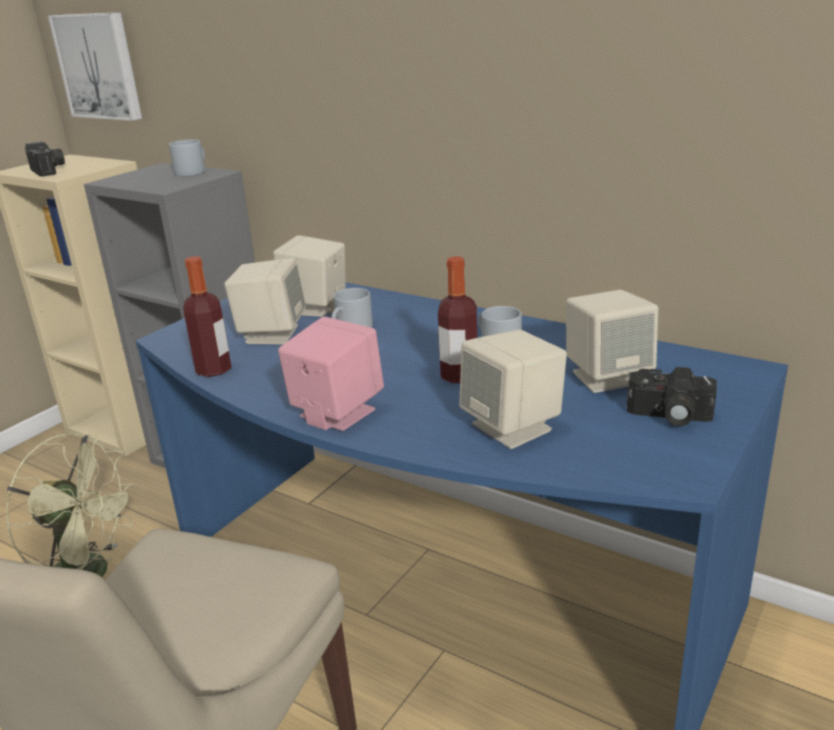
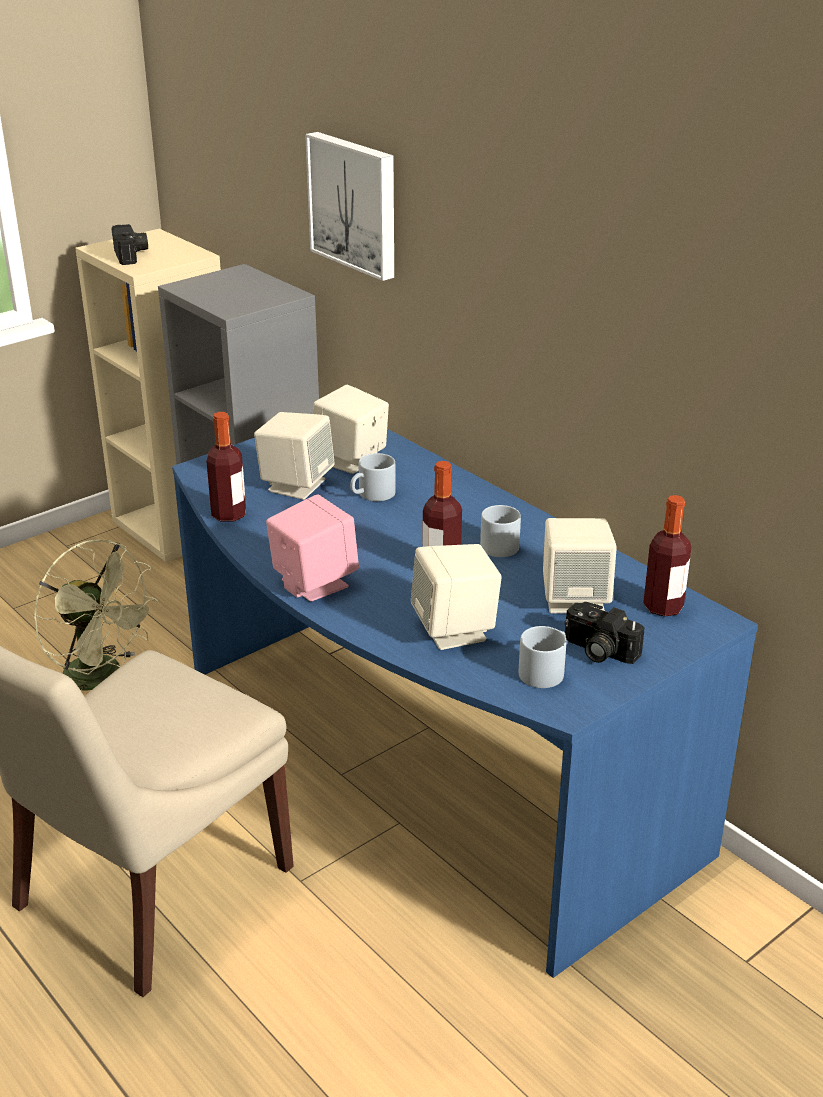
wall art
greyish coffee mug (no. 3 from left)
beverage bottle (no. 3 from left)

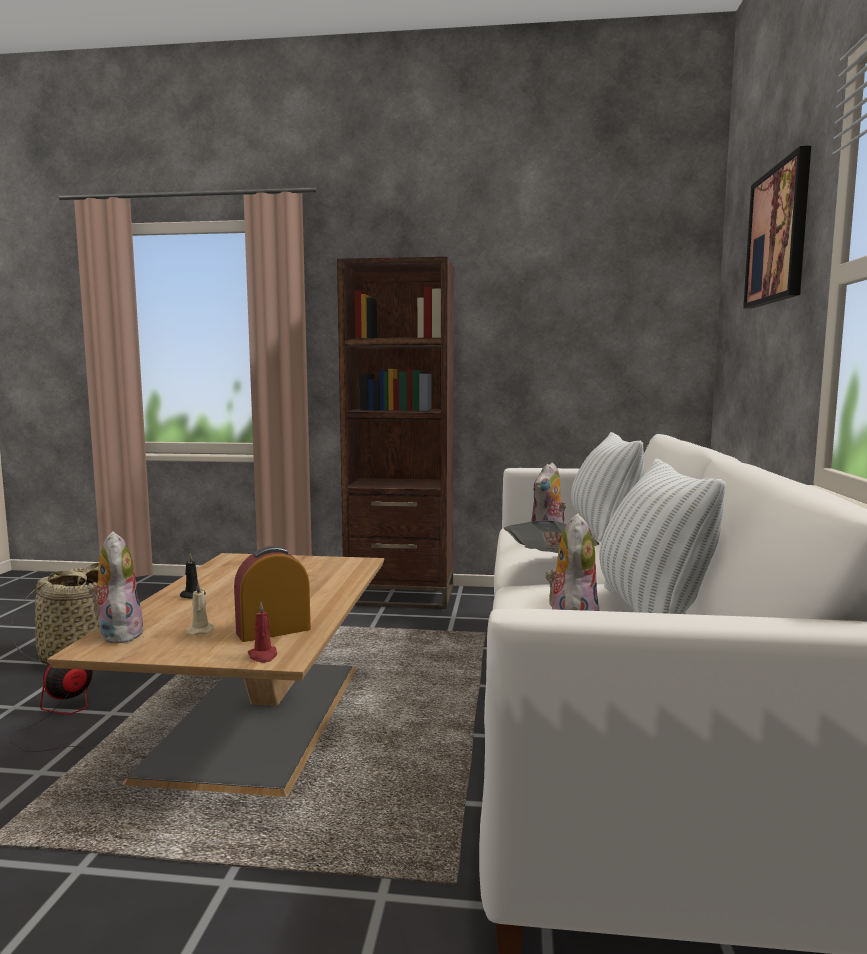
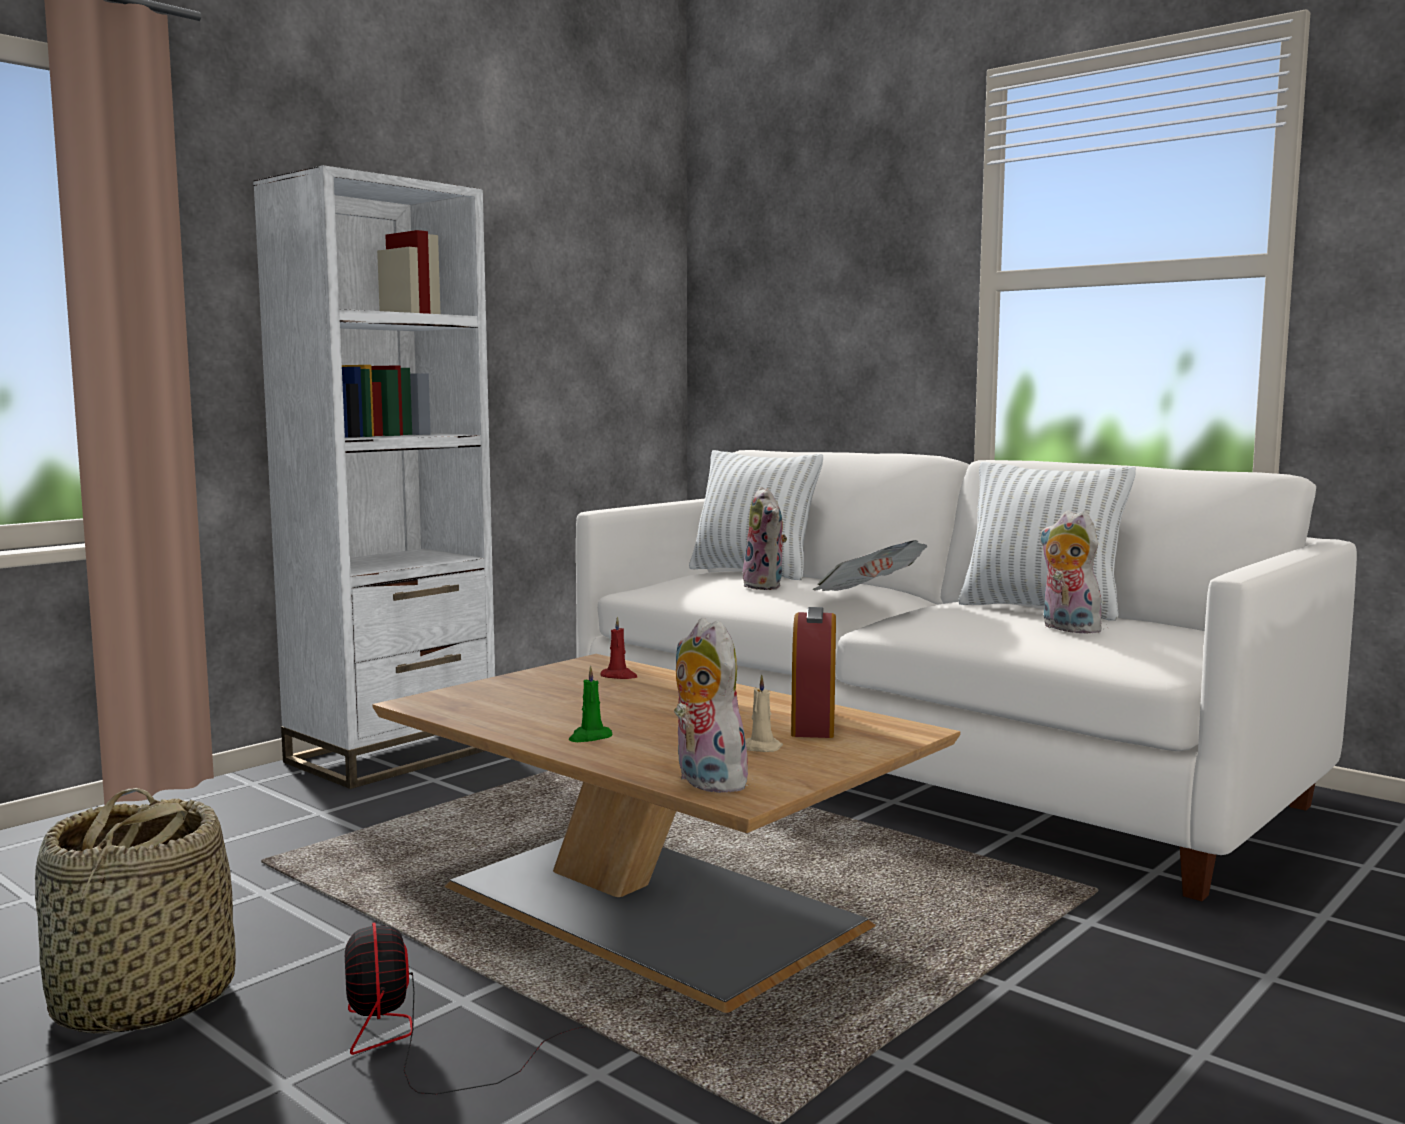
wall art
whitish shelving unit
soft toy (no. 1 from left)
greenish wax light
reddish wax light

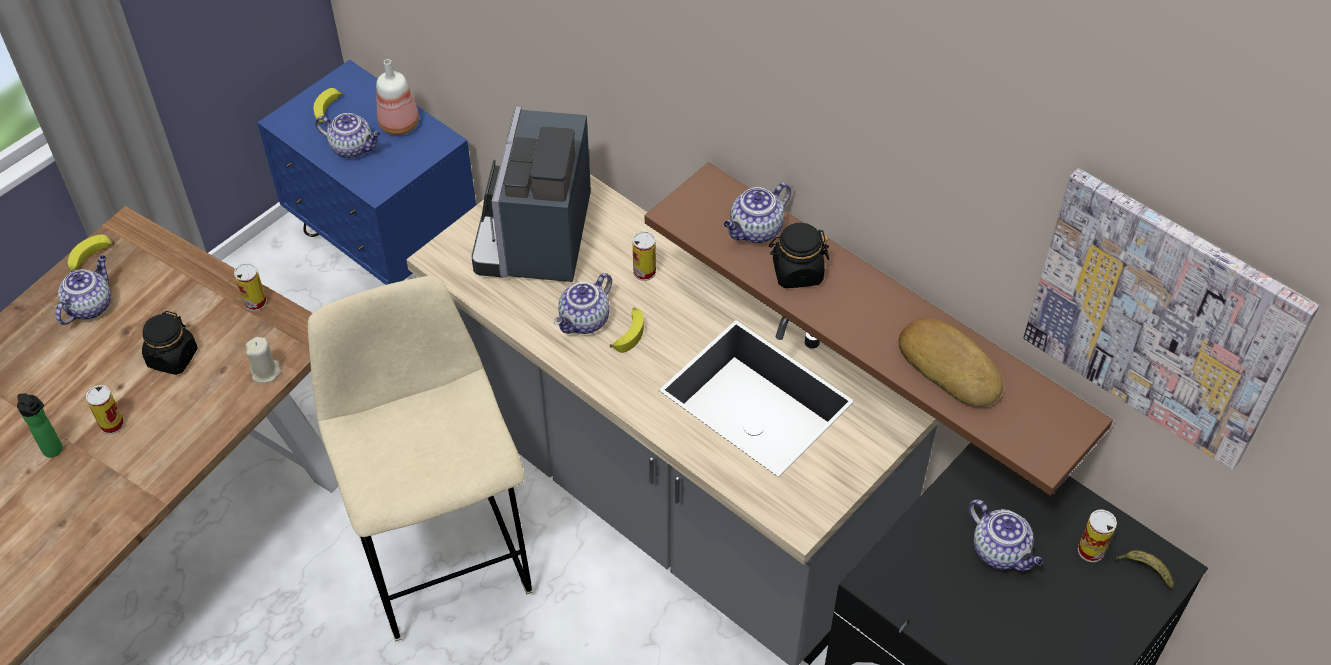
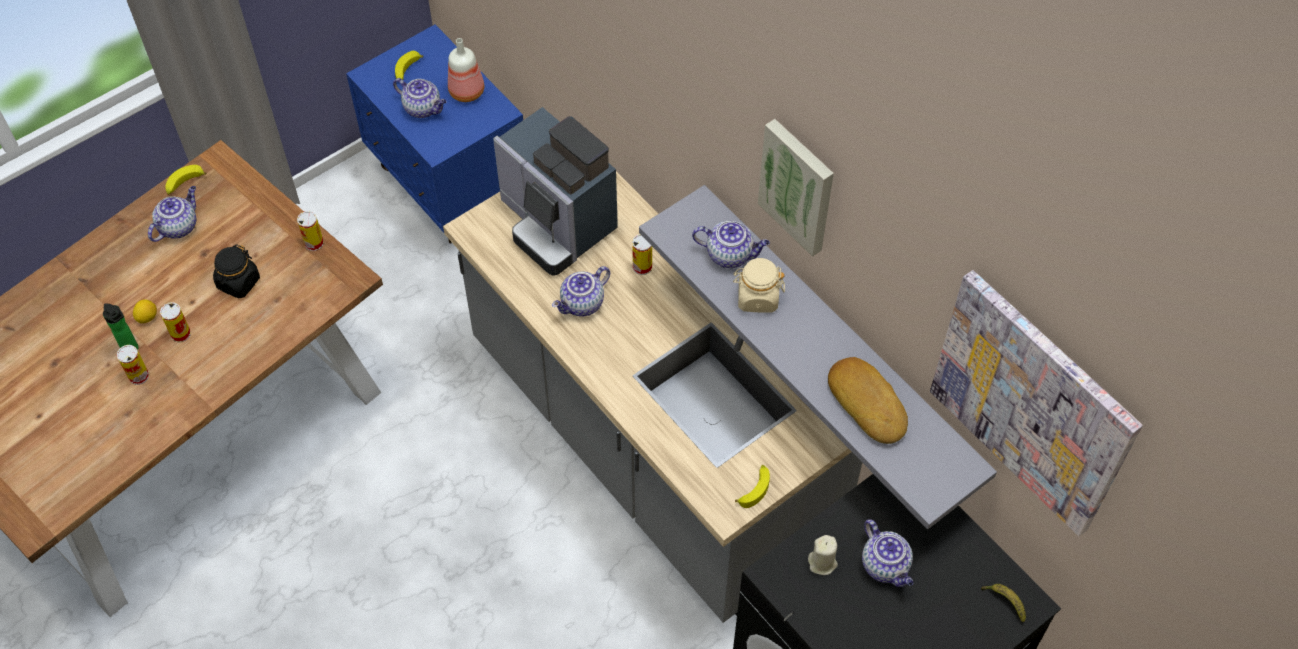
coffee machine
greyish bracket shelf
tea pot (no. 4 from left)
beige-coloured storage jar
beige-coloured sitting stool
banana (no. 3 from left)
beige-coloured wax light
can (no. 1 from left)
wall art (no. 1 from left)
citrus fruit

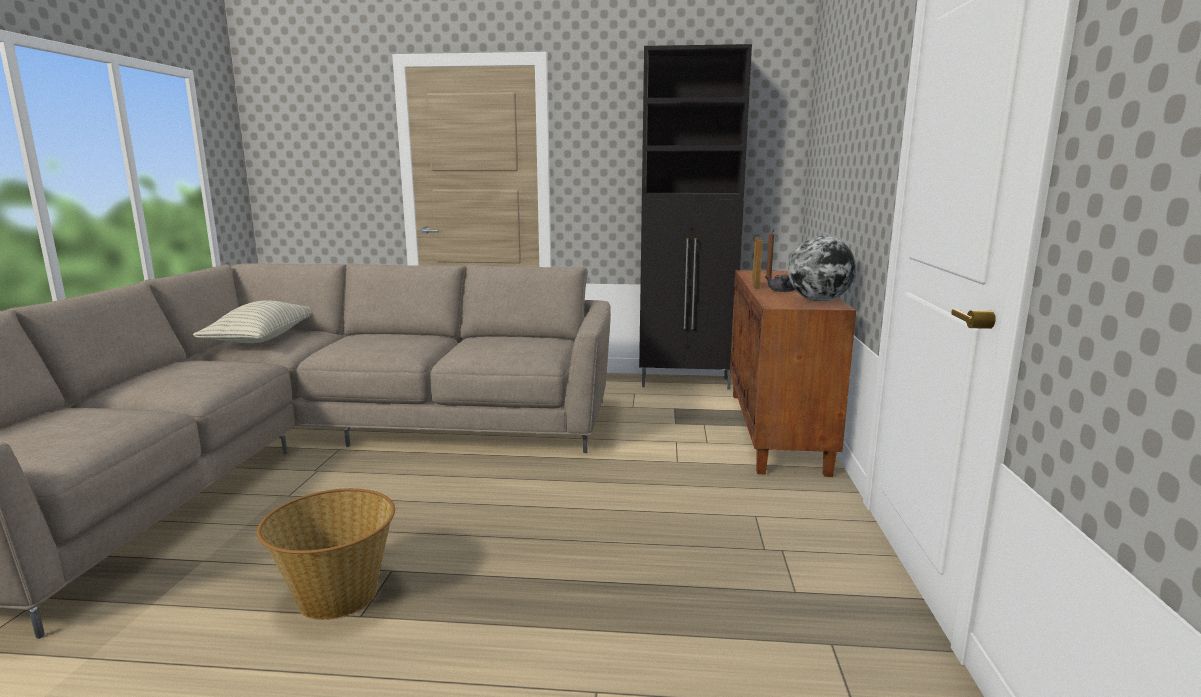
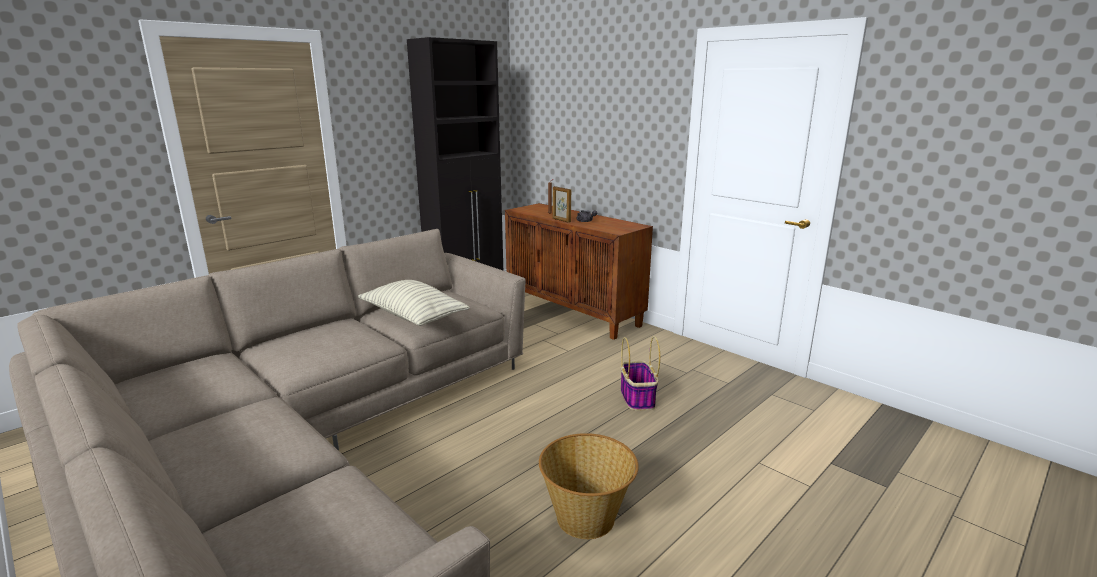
globe
throw pillow
household basket (no. 2 from left)

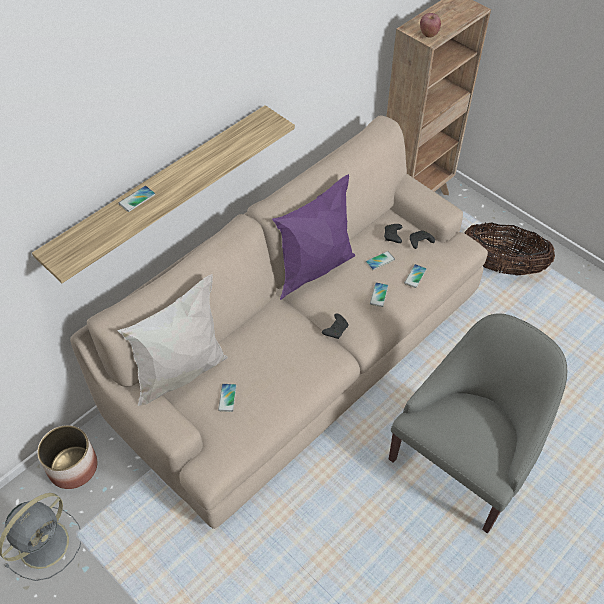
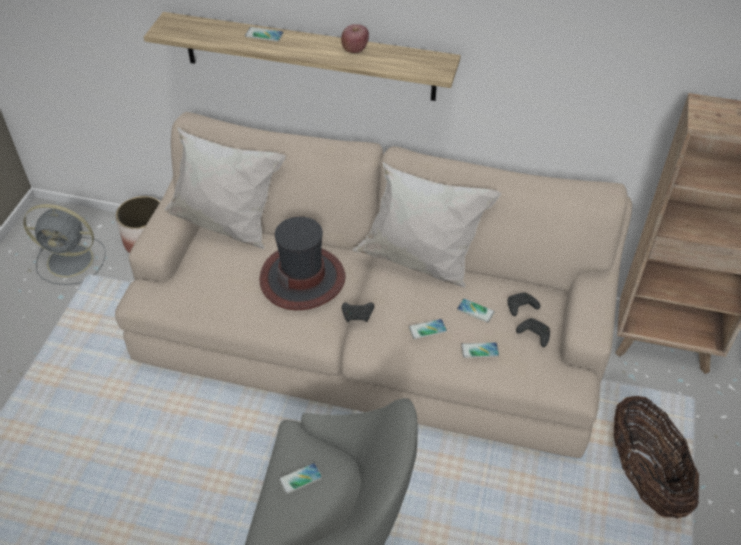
whole apple
whitish throw pillow (no. 2 from left)
telephone (no. 2 from left)
clothing hat

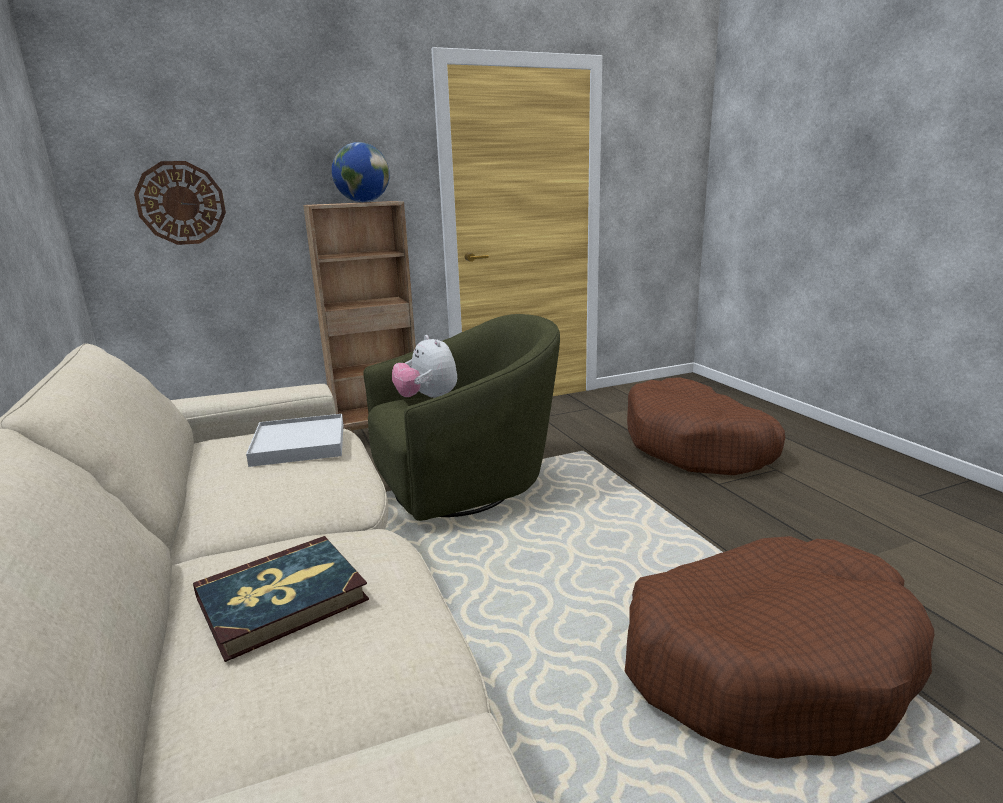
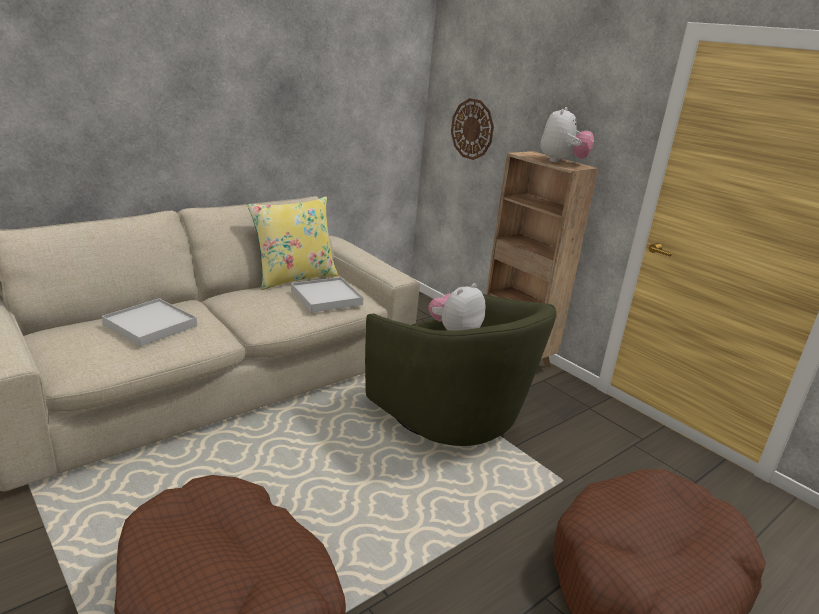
soft toy (no. 2 from left)
whitish carrying tray (no. 1 from left)
yellow throw pillow

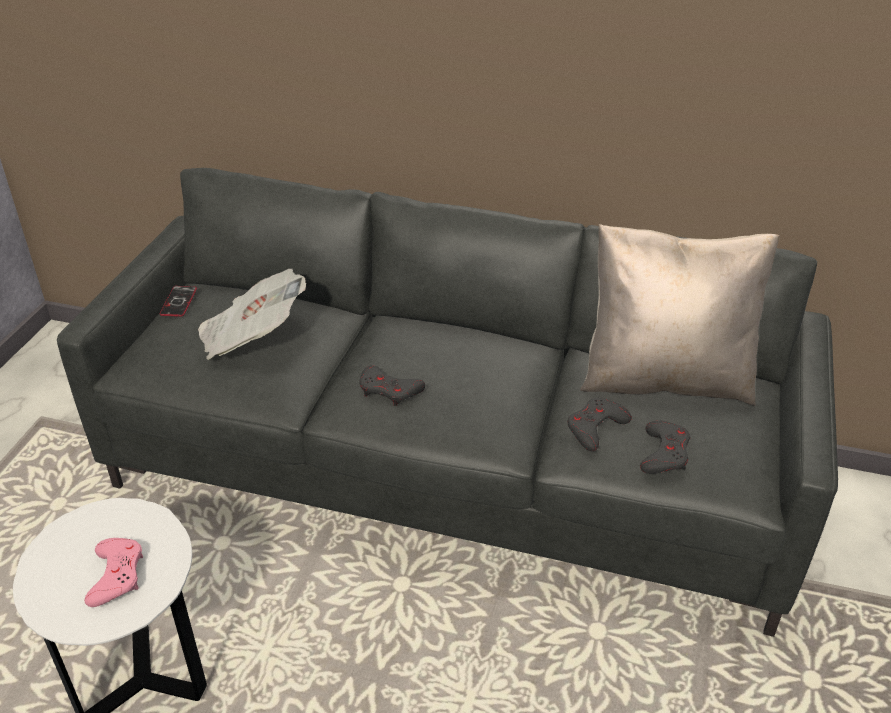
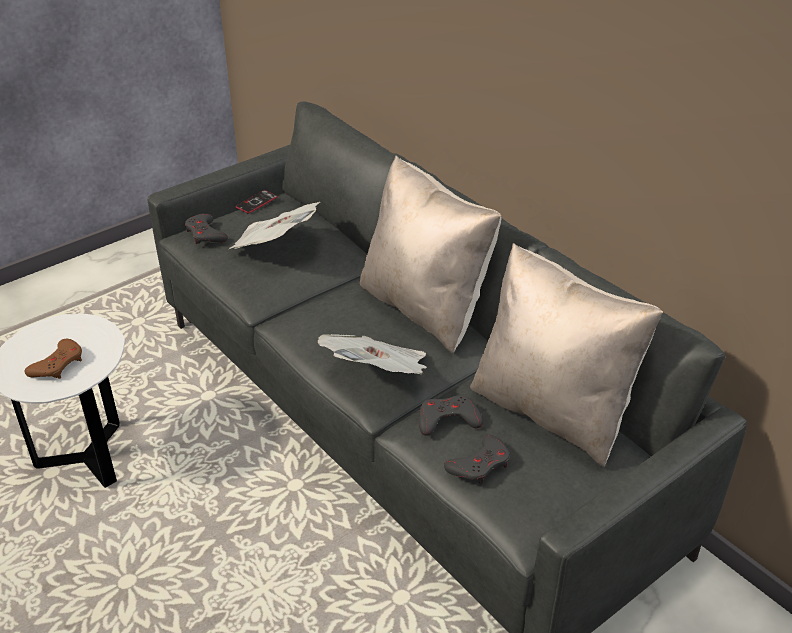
greyish game controller (no. 1 from left)
brown game controller
beige-coloured throw pillow (no. 1 from left)
daily paper (no. 2 from left)

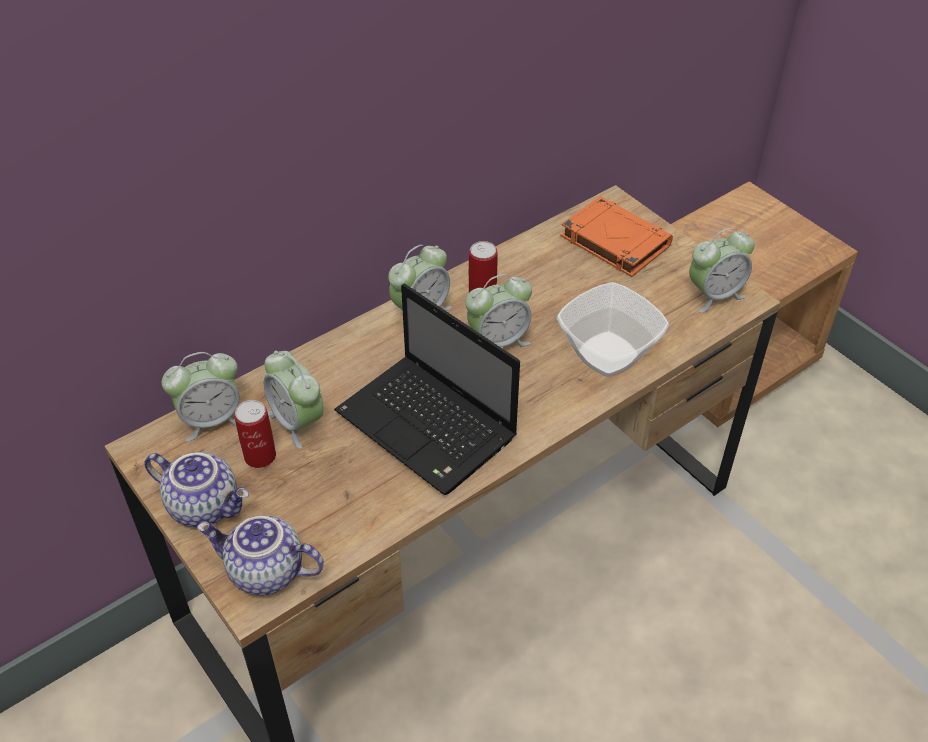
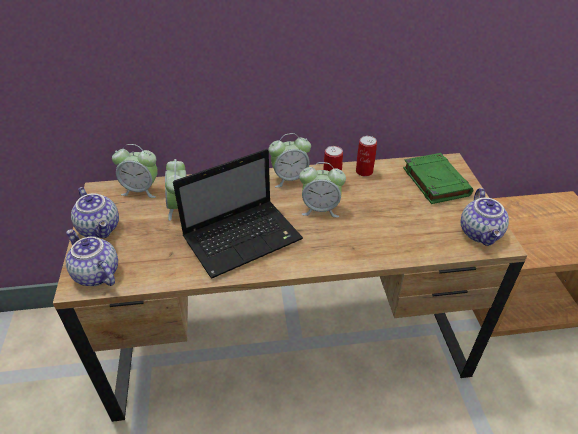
greenish volume
tea pot (no. 3 from left)
bowl
portable computer
can (no. 2 from left)

